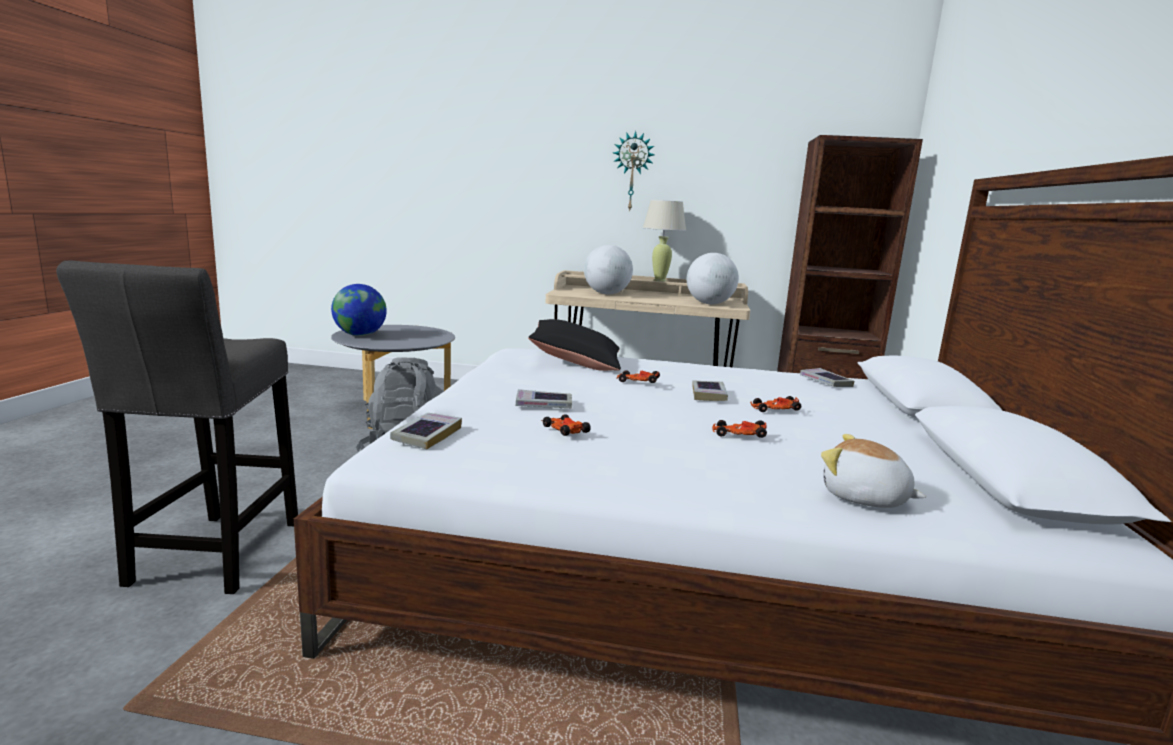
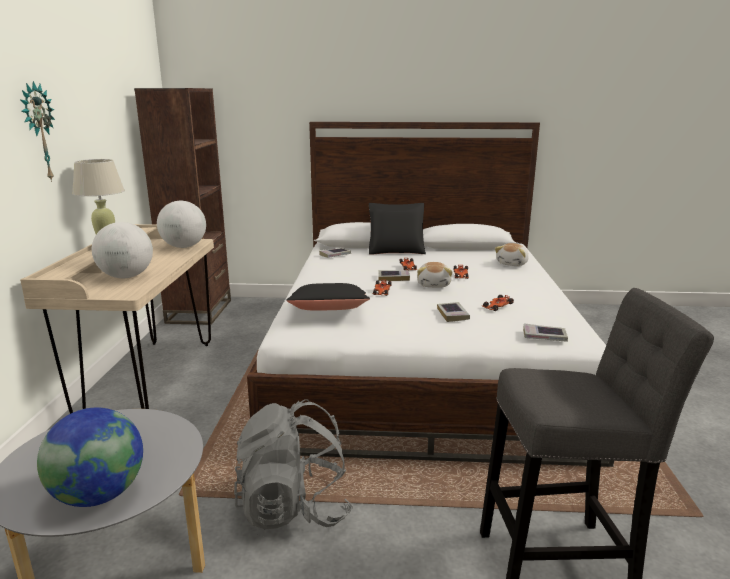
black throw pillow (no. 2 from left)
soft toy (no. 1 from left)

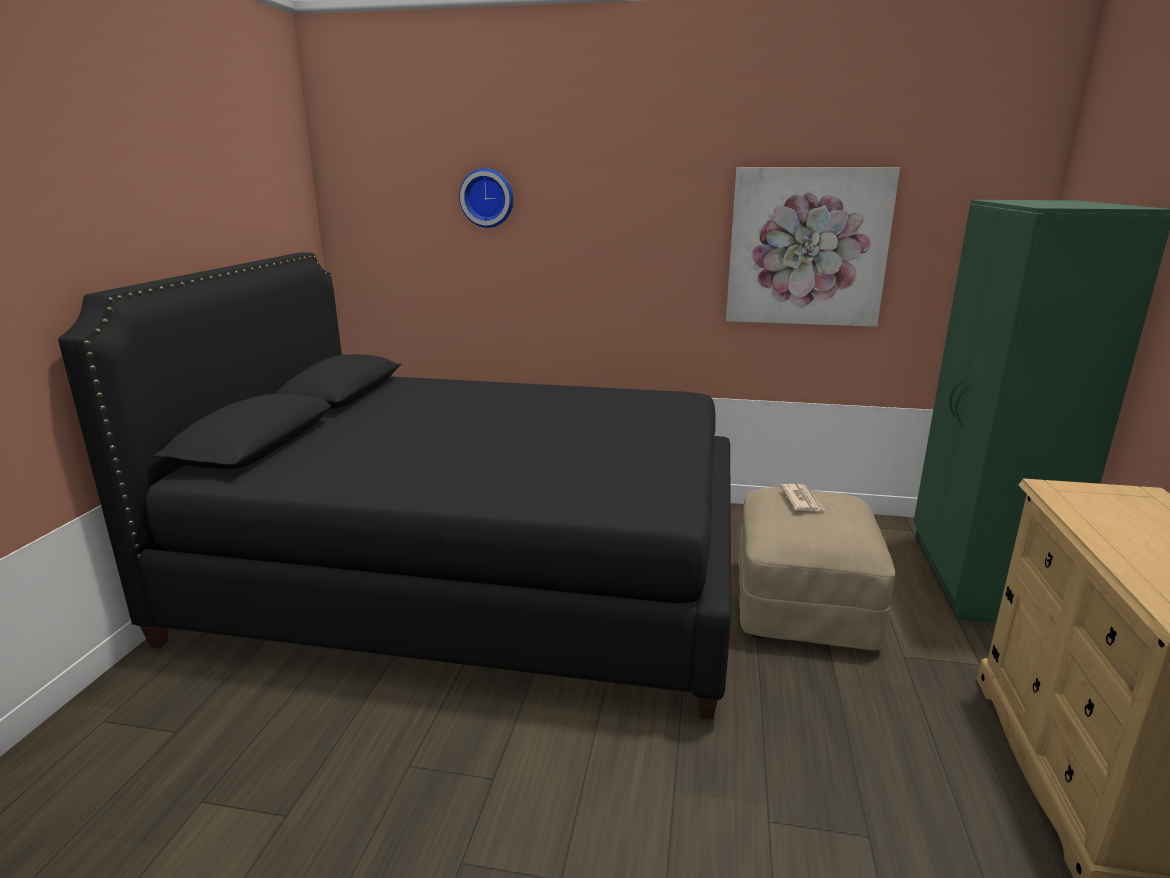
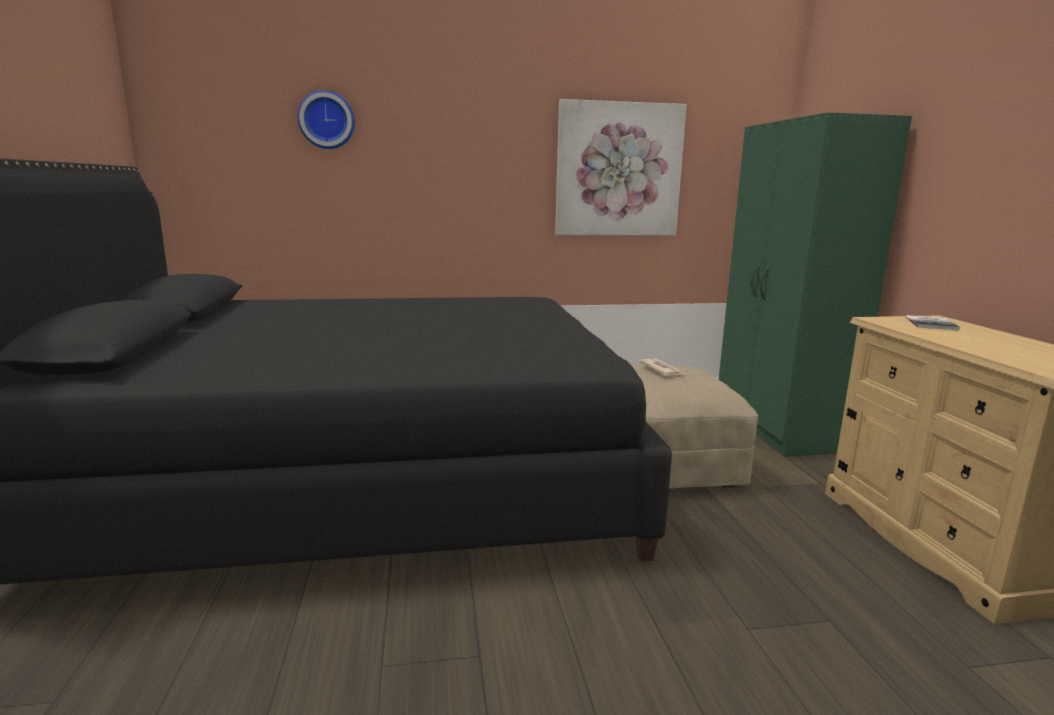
volume

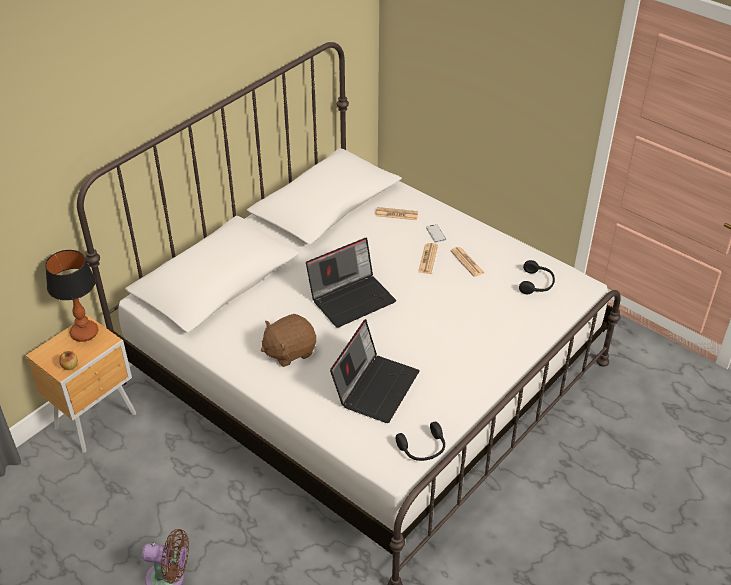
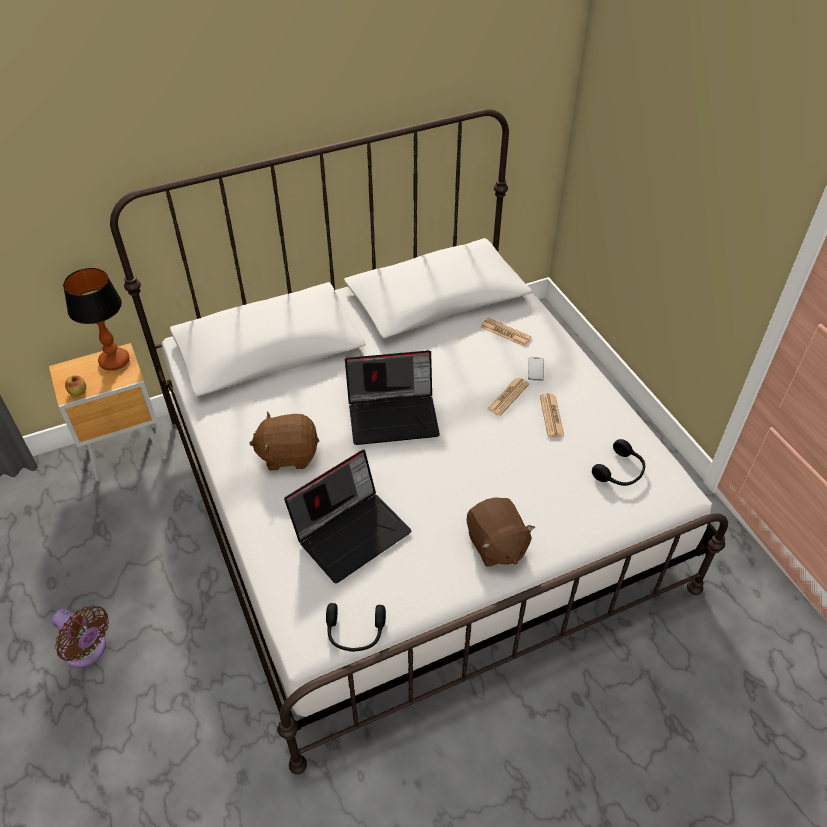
brown soft toy (no. 2 from left)

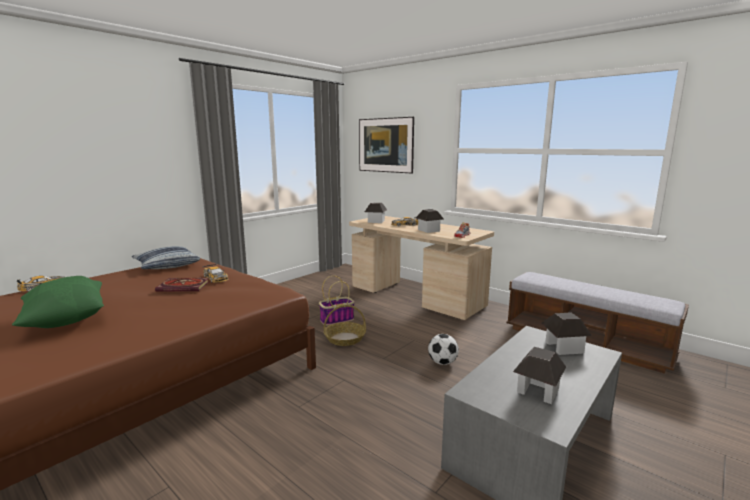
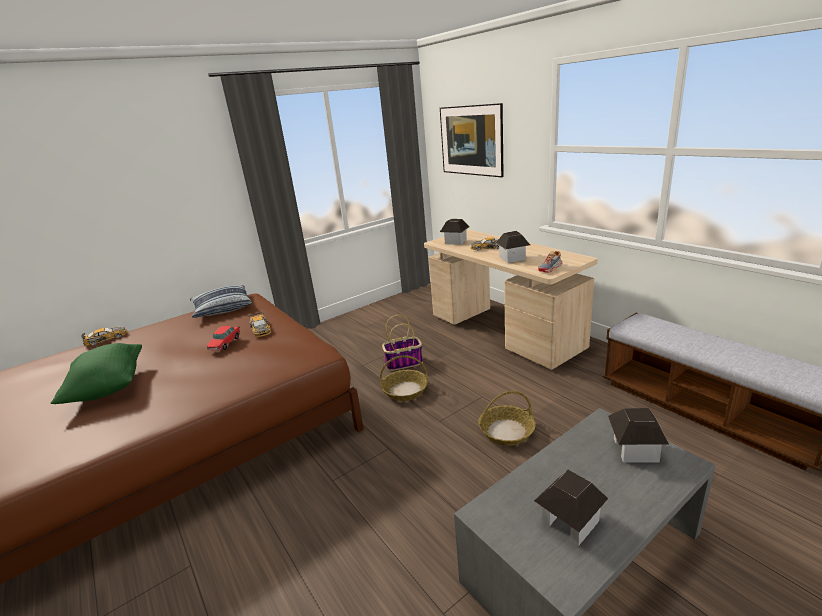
toy car (no. 2 from left)
household basket (no. 3 from left)

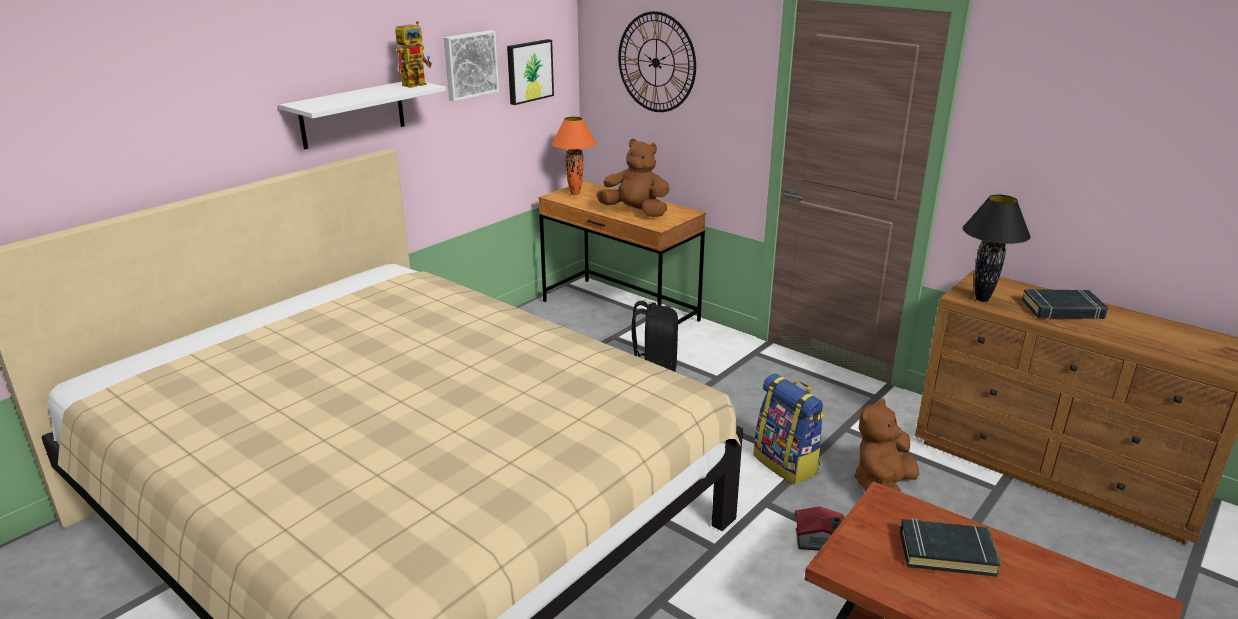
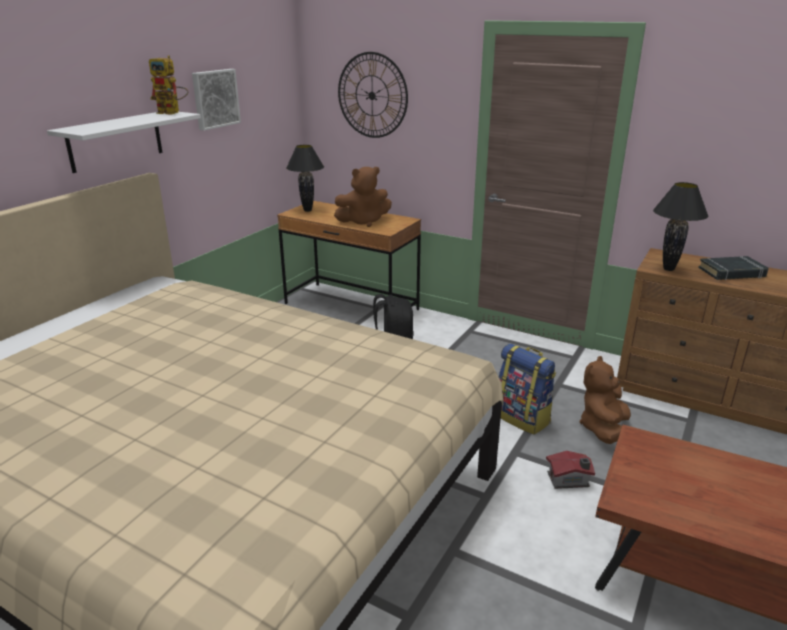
toy robot
wall art (no. 2 from left in the first image)
black table lamp (no. 1 from left)
brown soft toy (no. 1 from left)
black volume (no. 1 from left in the first image)

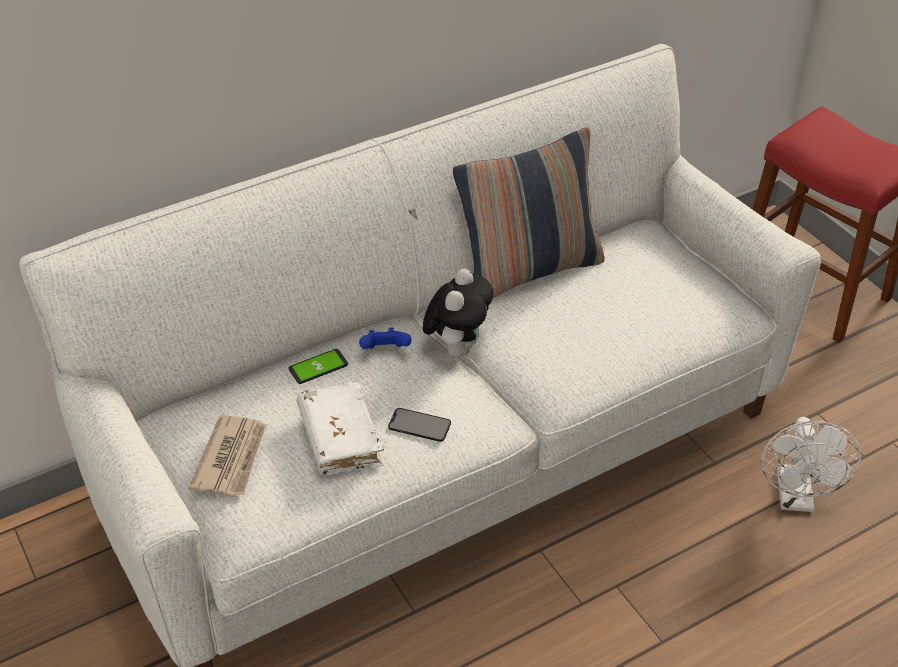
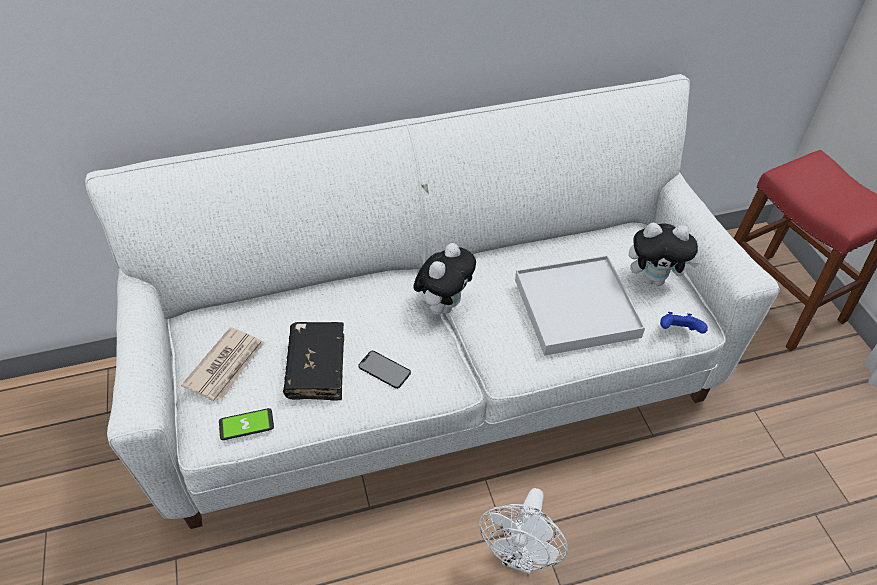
throw pillow
bluish game controller
telephone (no. 1 from left)
black volume
whitish cooling fan
soft toy (no. 2 from left)
whitish carrying tray

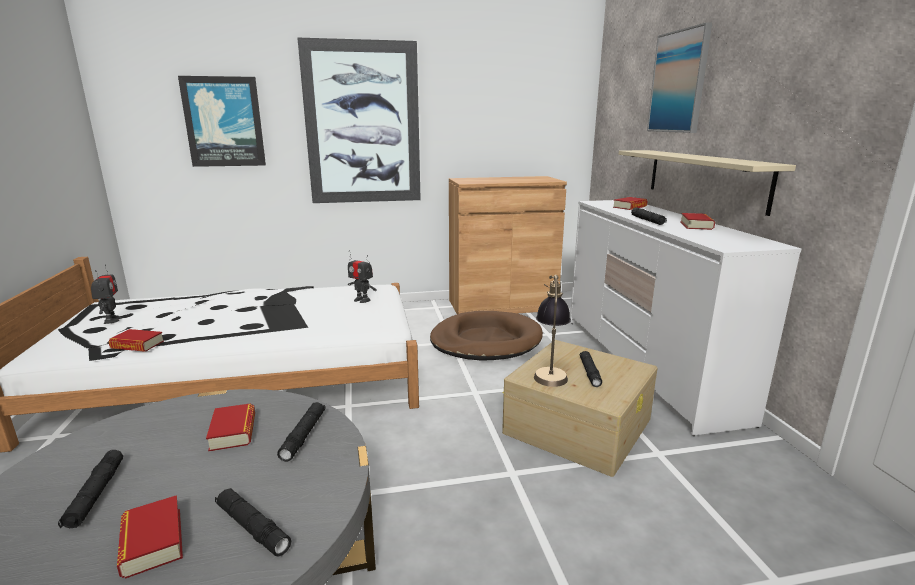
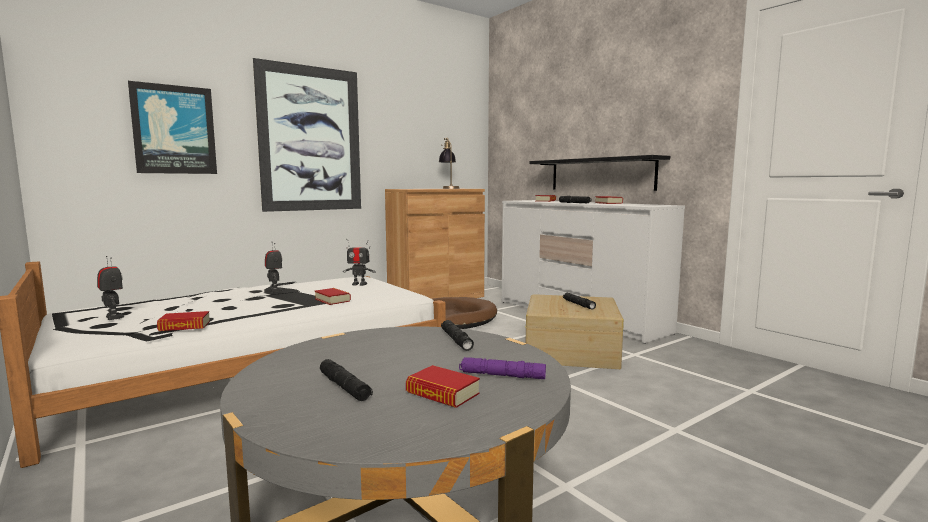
wall art (no. 3 from left in the first image)
black bracket shelf
table lamp
volume (no. 2 from left)
purple torch
toy robot (no. 2 from left)

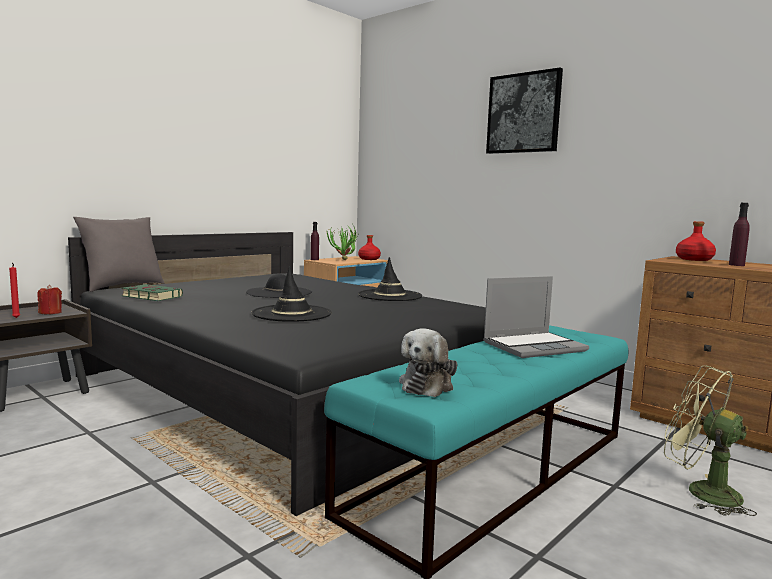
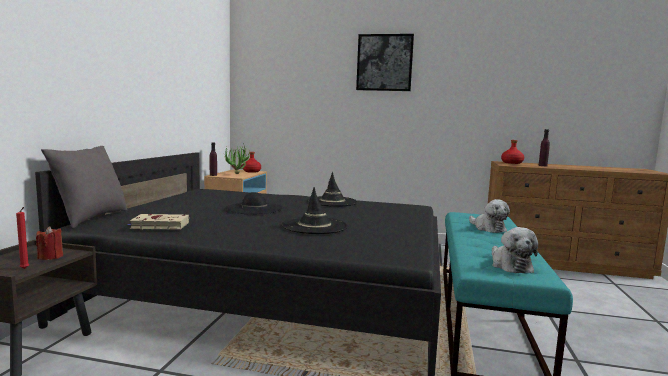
soft toy (no. 1 from left)
beige-coloured volume
greenish cooling fan

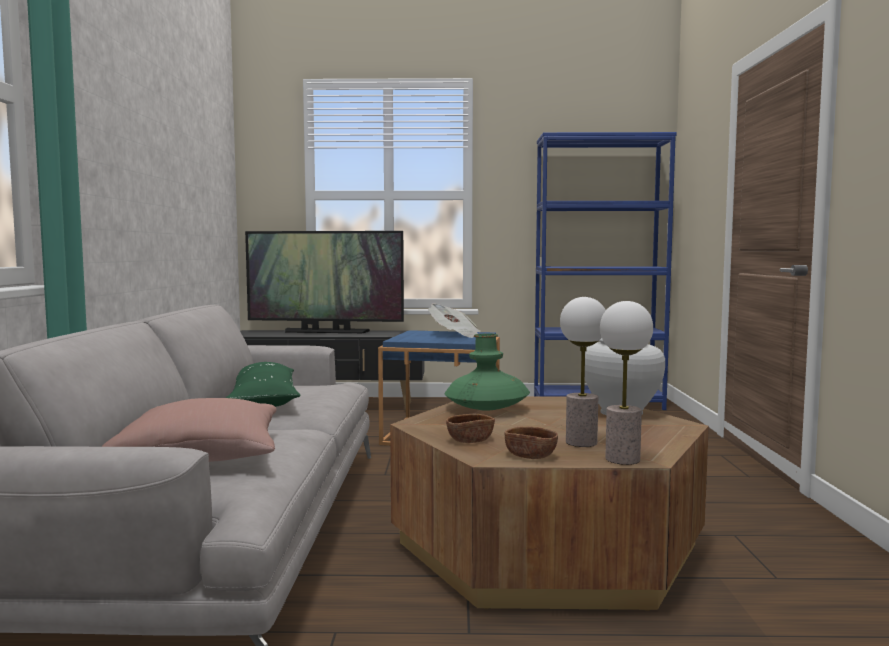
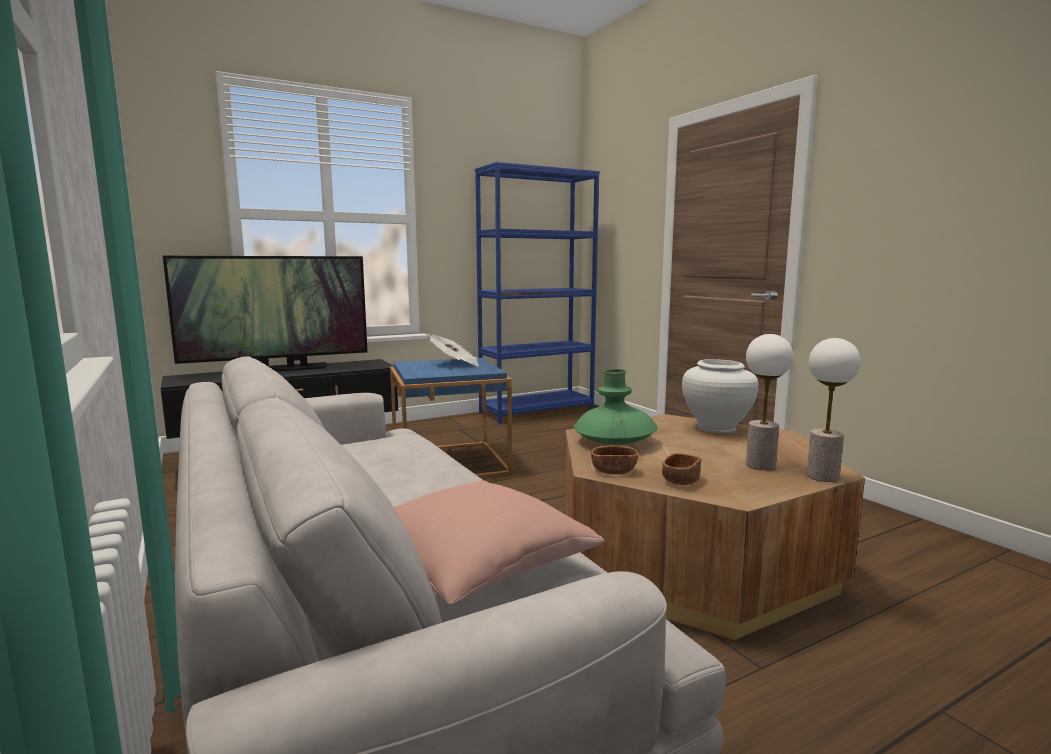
greenish throw pillow
brown bowl (no. 1 from left)

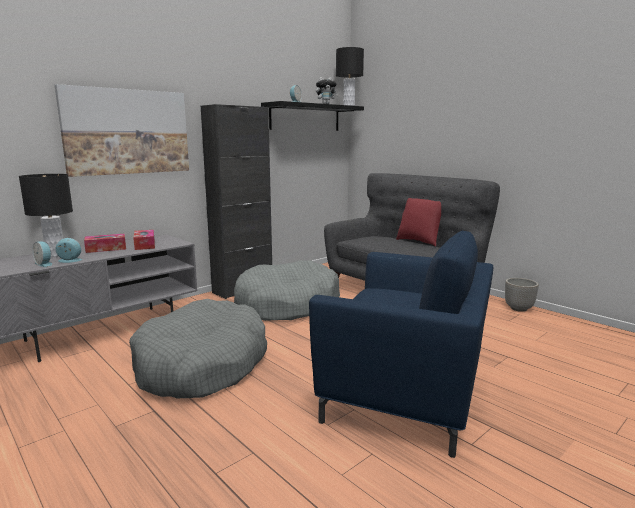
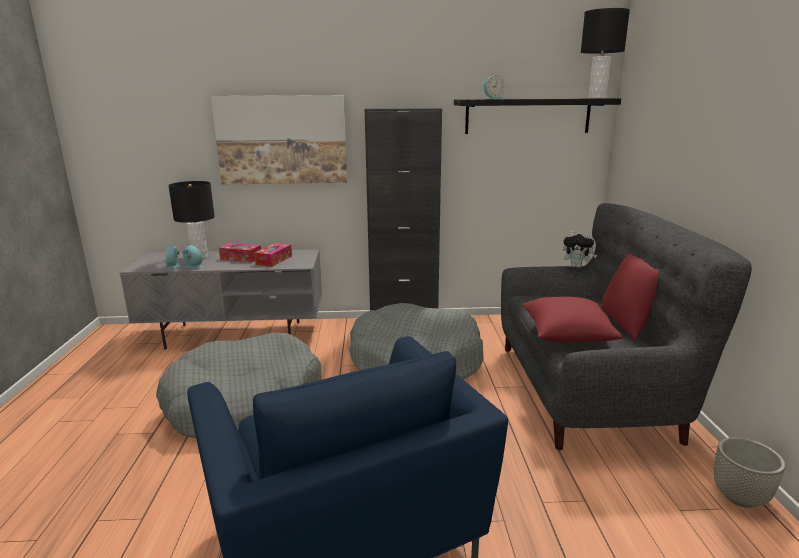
soft toy
reddish throw pillow (no. 1 from left)

